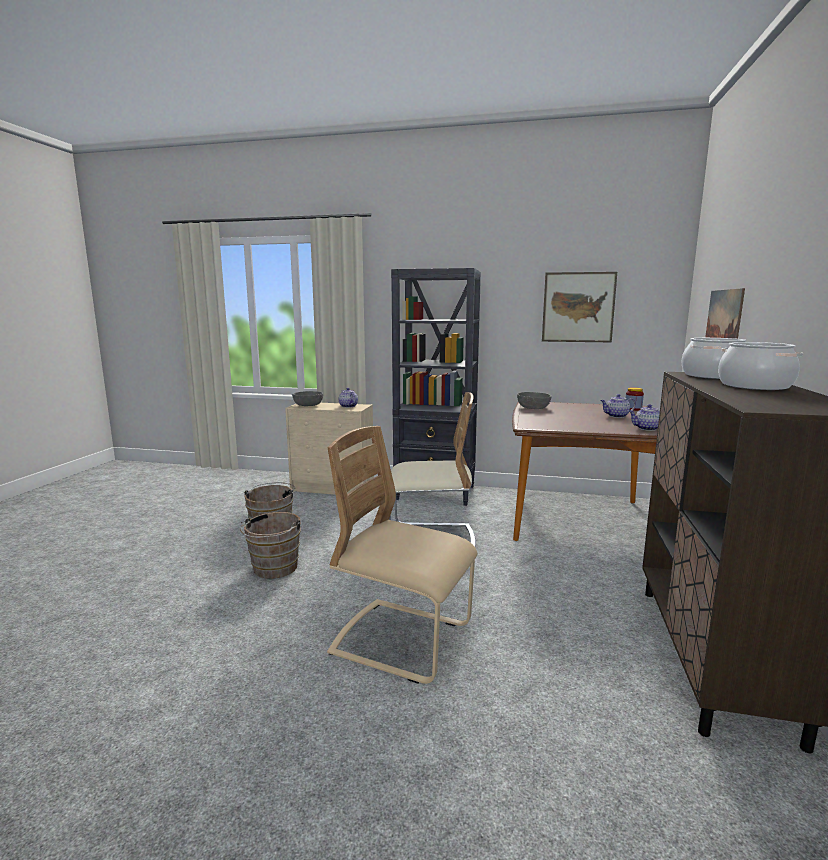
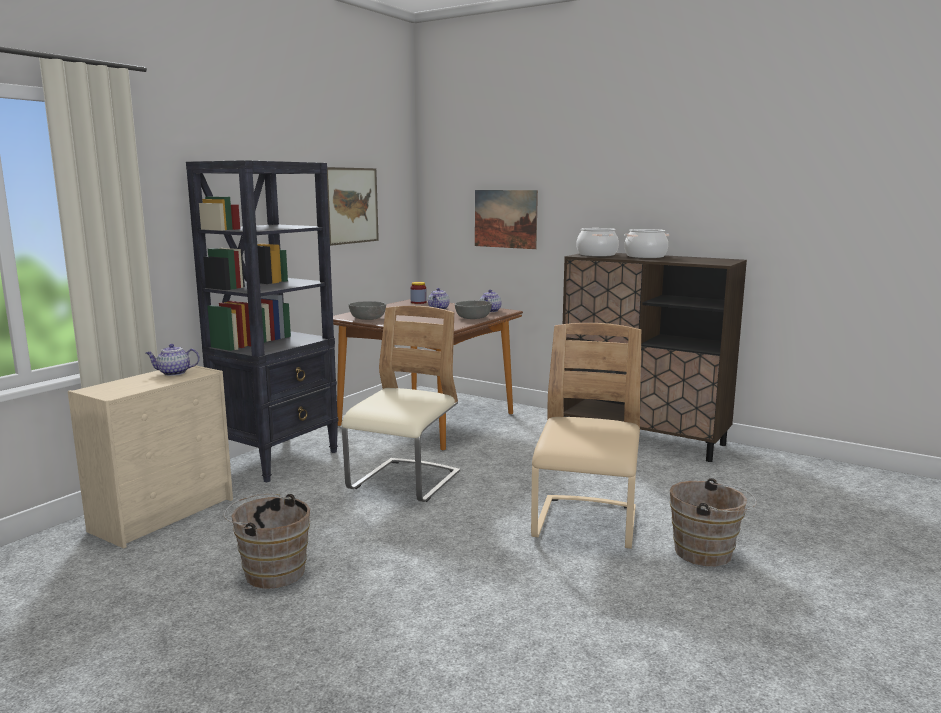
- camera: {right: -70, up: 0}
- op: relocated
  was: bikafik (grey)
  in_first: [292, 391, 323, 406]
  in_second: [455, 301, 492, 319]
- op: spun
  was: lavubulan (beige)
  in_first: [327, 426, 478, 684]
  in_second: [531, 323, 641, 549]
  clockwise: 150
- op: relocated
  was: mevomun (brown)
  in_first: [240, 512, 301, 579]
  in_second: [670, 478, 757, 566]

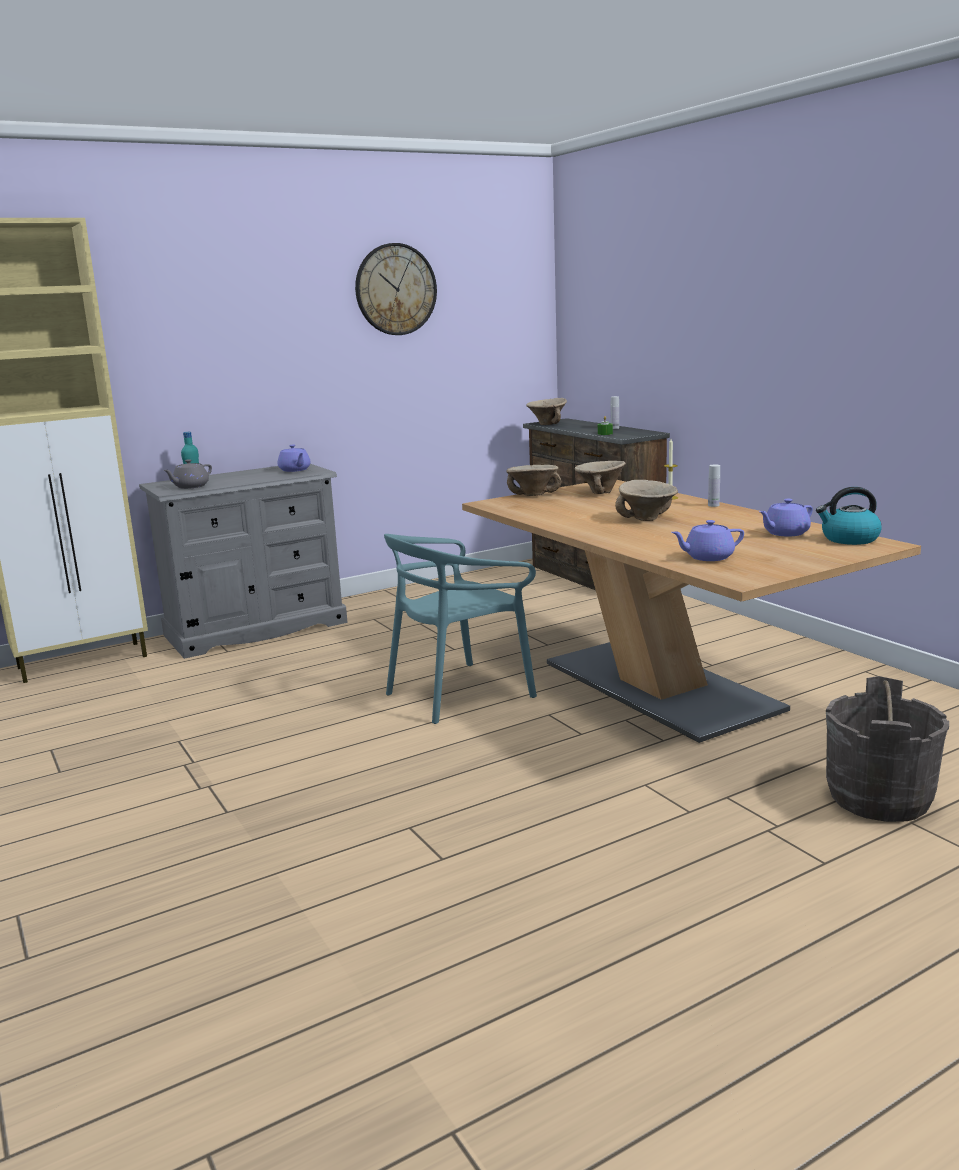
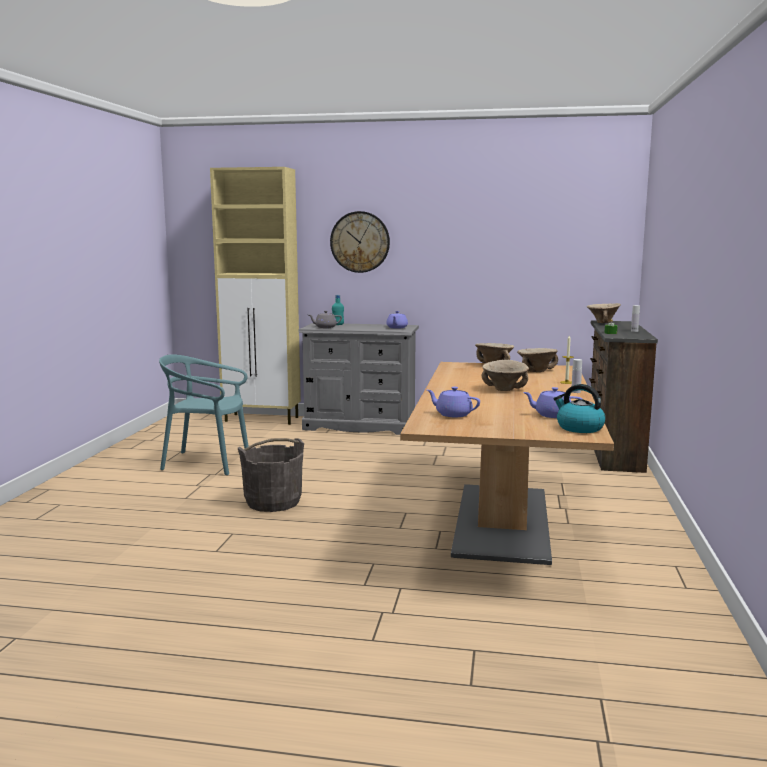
- camera: {right: 40, up: -5}
- op: relocated
  was: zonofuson
  in_first: [355, 243, 437, 335]
  in_second: [330, 211, 390, 273]
- op: relocated
  was: lavubulan (turquoise)
  in_first: [384, 534, 537, 724]
  in_second: [159, 354, 249, 475]
- op: relocated
  was: mevomun (grey)
  in_first: [826, 676, 949, 822]
  in_second: [238, 438, 304, 512]

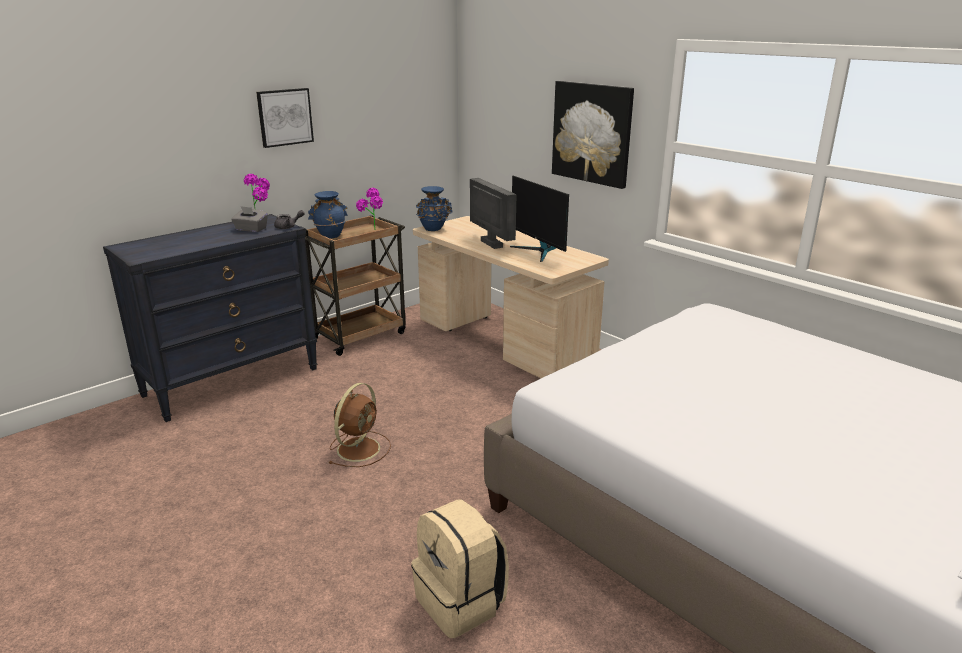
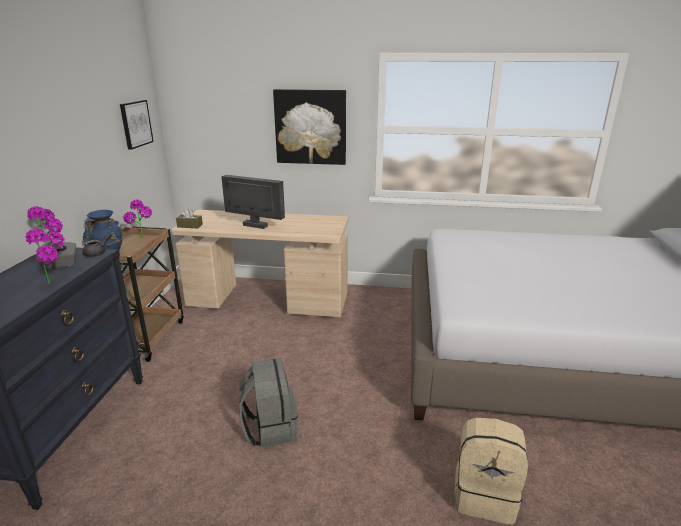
- camera: {right: -40, up: 0}
- op: relocated
  was: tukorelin
  in_first: [256, 88, 314, 148]
  in_second: [120, 100, 154, 150]
- op: missing
  was: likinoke
  in_first: [510, 176, 569, 262]
- op: exchanged
  was: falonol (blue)
  now: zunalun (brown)
  in_first: [416, 186, 453, 231]
  in_second: [176, 208, 203, 228]
- op: exchanged
  was: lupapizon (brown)
  now: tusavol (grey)
  in_first: [328, 383, 391, 467]
  in_second: [239, 358, 298, 448]
- op: appeared
  now: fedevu
  in_second: [25, 228, 65, 284]

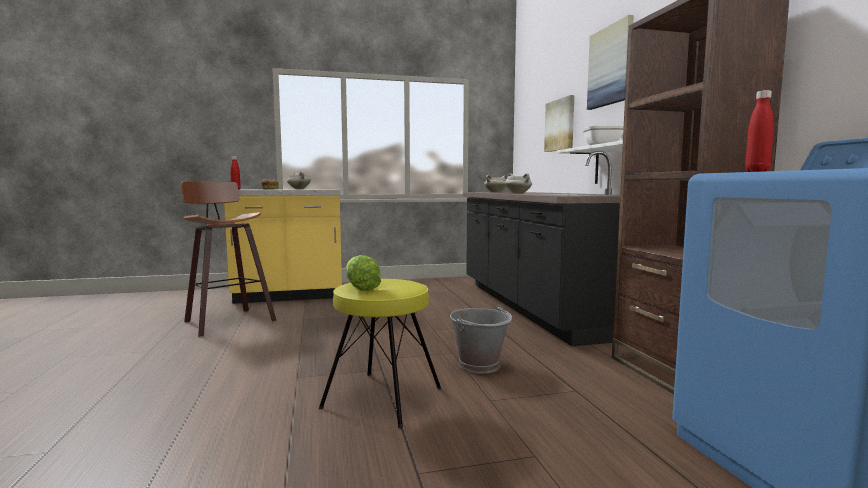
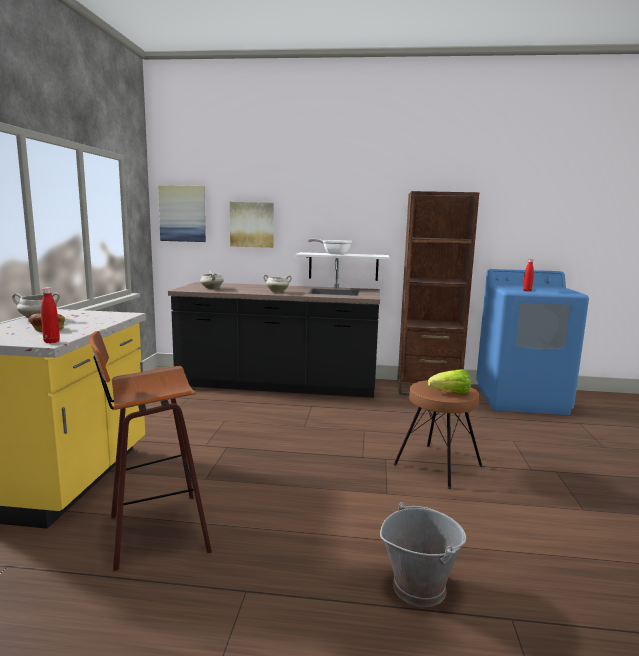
- camera: {right: -70, up: 5}
- op: relocated
  was: tukorelin
  in_first: [587, 15, 634, 110]
  in_second: [158, 185, 206, 242]
- op: colour
  was: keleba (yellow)
  now: keleba (brown)
  in_first: [319, 279, 441, 428]
  in_second: [393, 380, 483, 489]
- op: relocated
  was: mevomun (grey)
  in_first: [450, 304, 512, 374]
  in_second: [380, 502, 466, 607]

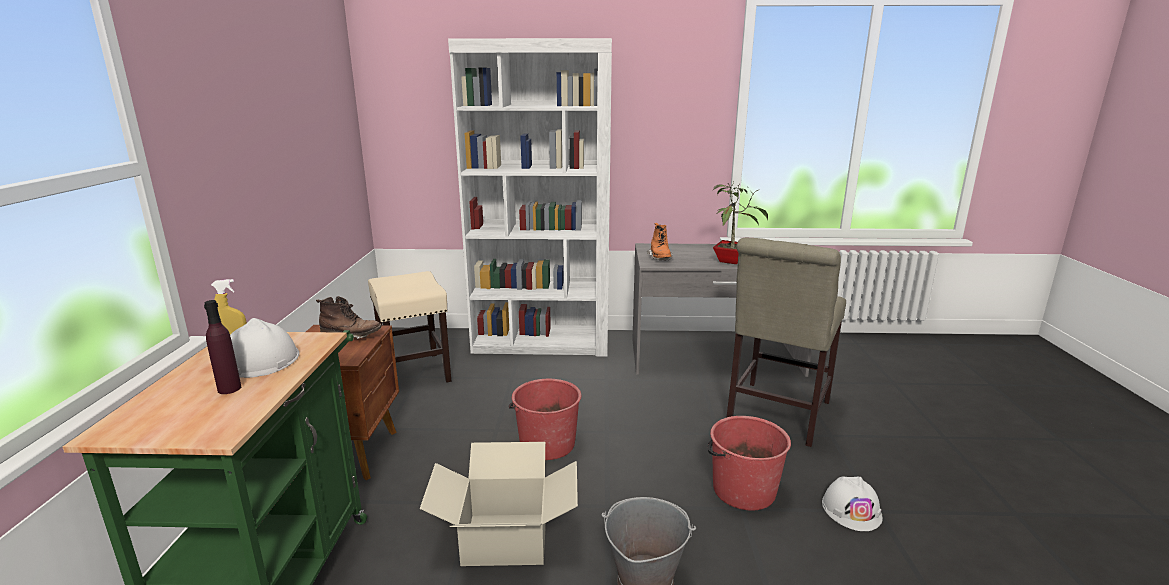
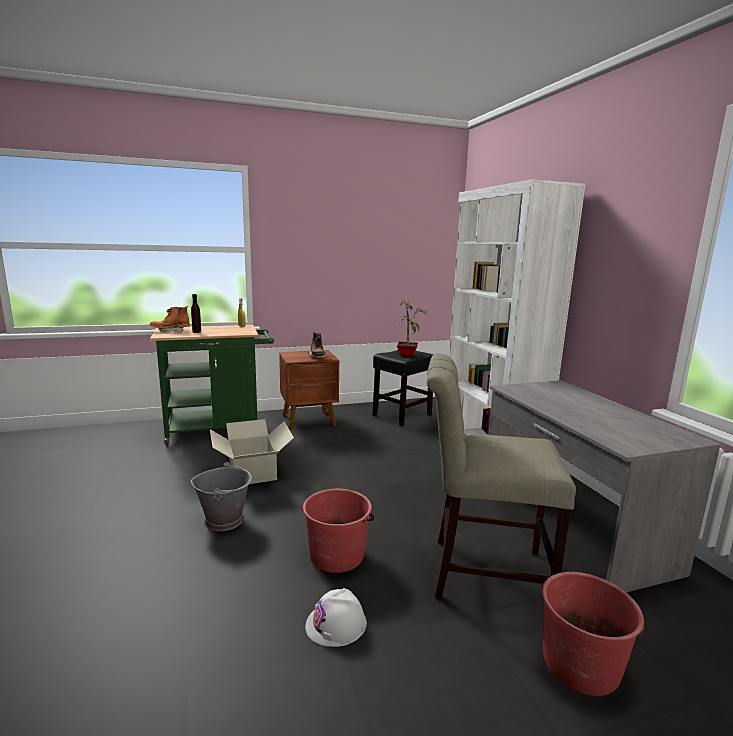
- camera: {right: 70, up: -5}
- op: relocated
  was: fedevu
  in_first: [712, 181, 768, 264]
  in_second: [393, 301, 427, 357]
- op: relocated
  was: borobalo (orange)
  in_first: [647, 223, 673, 260]
  in_second: [150, 306, 190, 332]
- op: colour
  was: keleba (beige)
  now: keleba (black)
  in_first: [368, 271, 451, 382]
  in_second: [372, 350, 434, 426]
- op: missing
  was: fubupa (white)
  in_first: [230, 318, 299, 378]
- op: relocated
  was: mevomun (red)
  in_first: [509, 379, 581, 460]
  in_second: [542, 572, 648, 696]

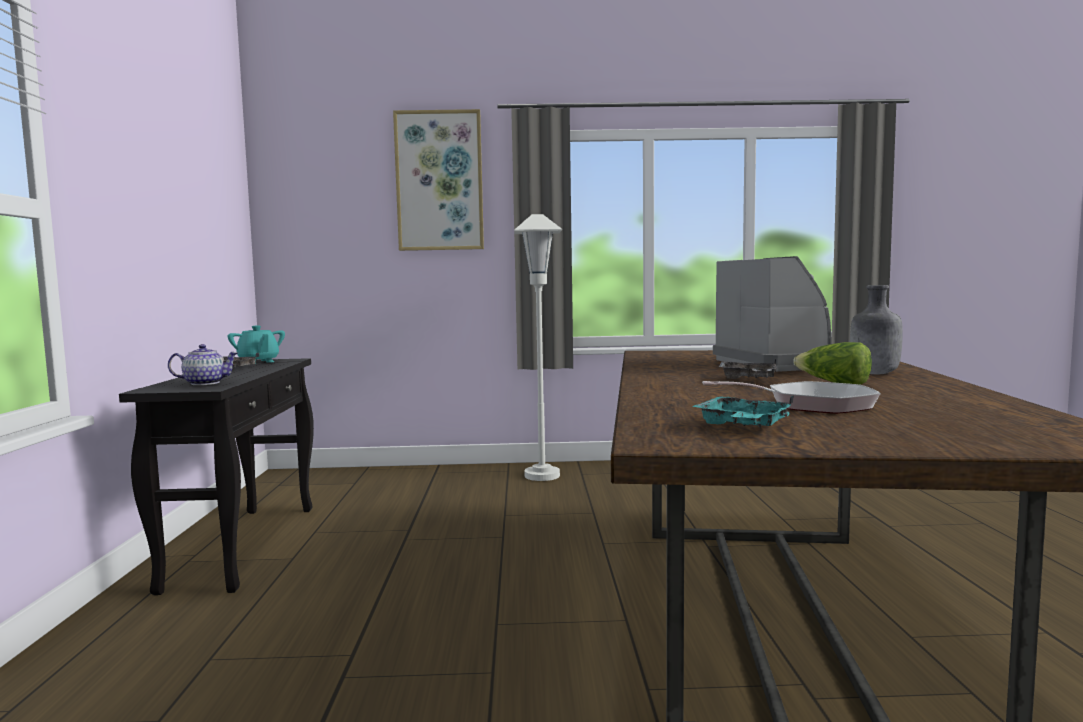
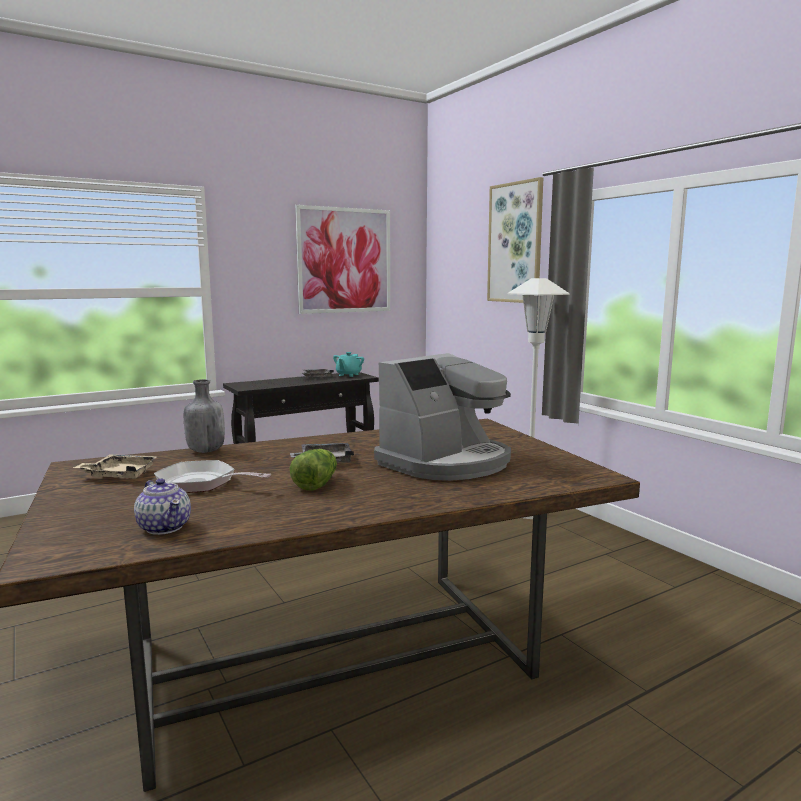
- camera: {right: 60, up: 5}
- op: relocated
  was: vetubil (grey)
  in_first: [850, 285, 903, 375]
  in_second: [184, 379, 225, 453]
- op: relocated
  was: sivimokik
  in_first: [168, 344, 238, 385]
  in_second: [134, 478, 191, 535]
- op: spun
  was: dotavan
  in_first: [702, 381, 880, 414]
  in_second: [154, 460, 271, 493]
  clockwise: 135
- op: colour
  was: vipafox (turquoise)
  now: vipafox (beige)
  in_first: [692, 395, 795, 427]
  in_second: [73, 454, 158, 478]
- op: appeared
  now: tukorelin
  in_second: [295, 205, 390, 314]

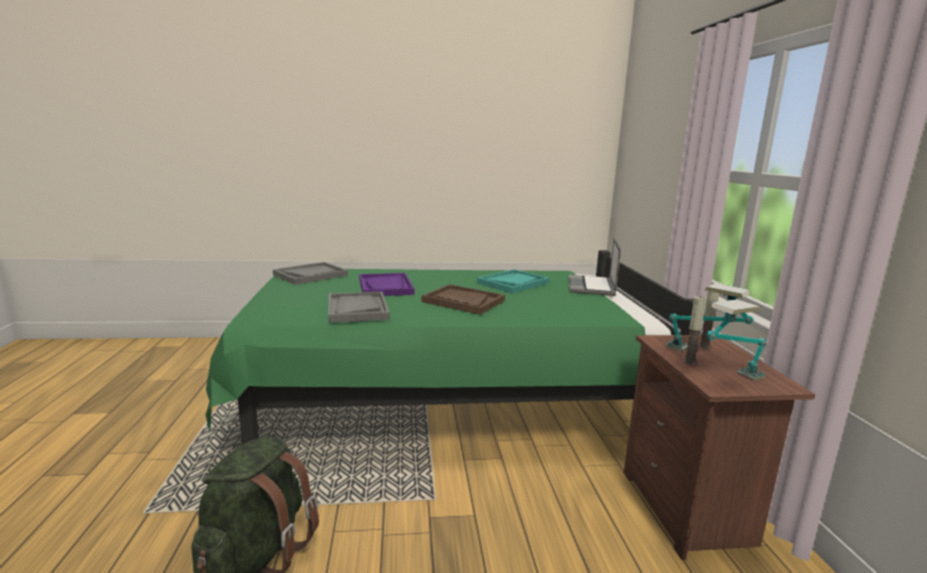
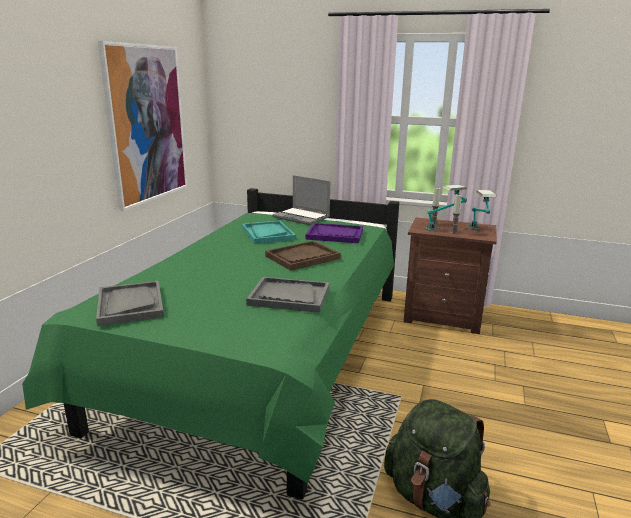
- camera: {right: -65, up: 5}
- op: relocated
  was: vipafox (purple)
  in_first: [359, 273, 414, 296]
  in_second: [306, 223, 363, 243]
- op: appeared
  now: tukorelin
  in_second: [98, 41, 187, 211]

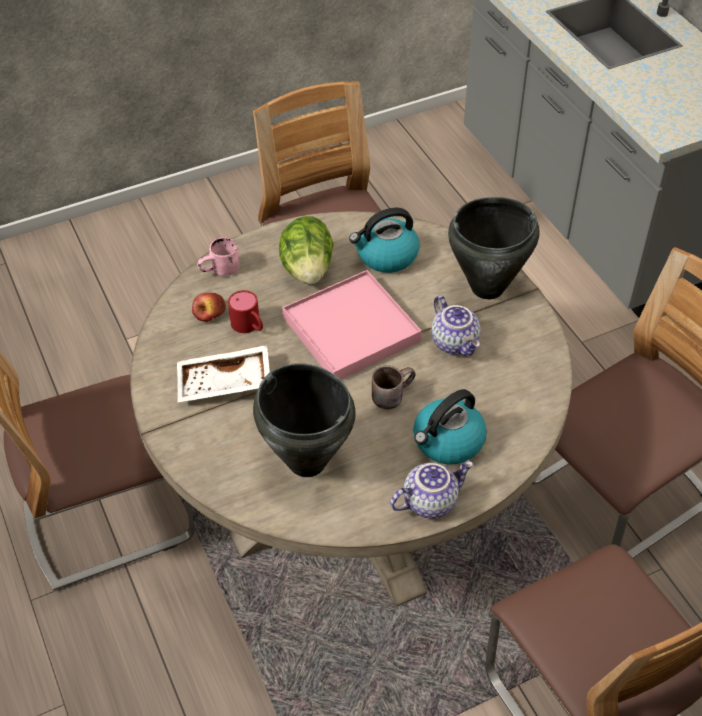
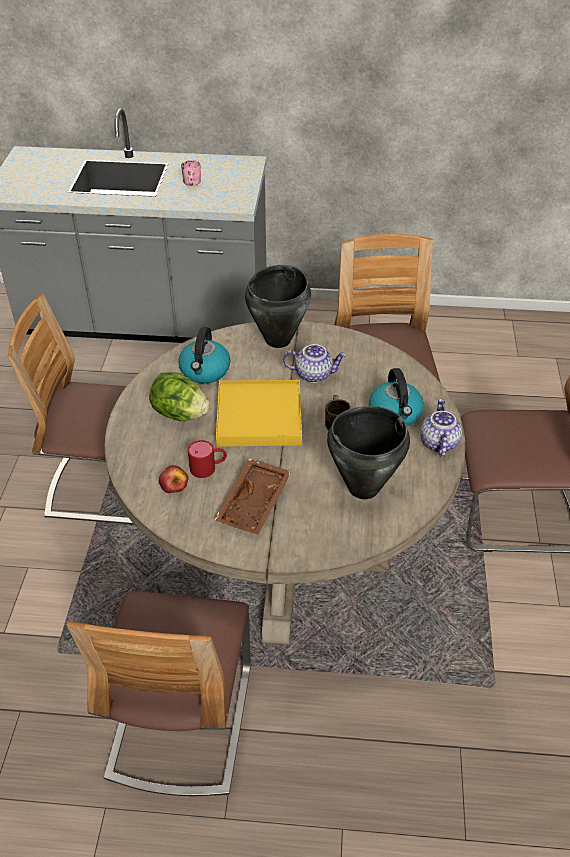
- camera: {right: -60, up: -5}
- op: relocated
  was: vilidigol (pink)
  in_first: [197, 237, 240, 276]
  in_second: [181, 160, 201, 186]
- op: colour
  was: vipafox (pink)
  now: vipafox (yellow)
  in_first: [282, 270, 422, 380]
  in_second: [216, 380, 302, 447]
- op: colour
  was: vipafox (white)
  now: vipafox (brown)
  in_first: [177, 345, 270, 402]
  in_second: [214, 458, 292, 534]

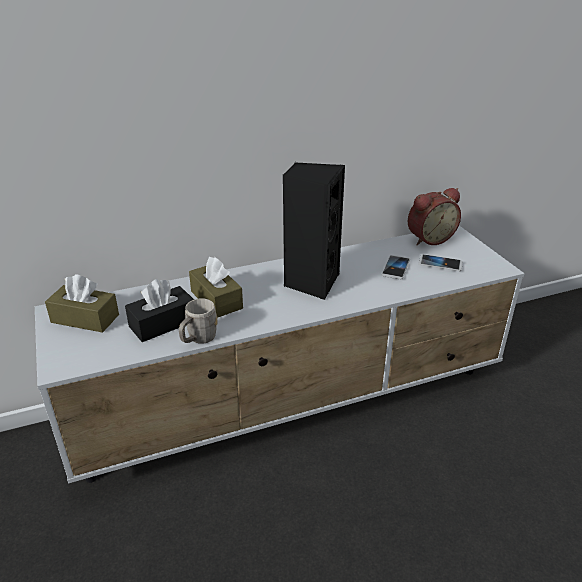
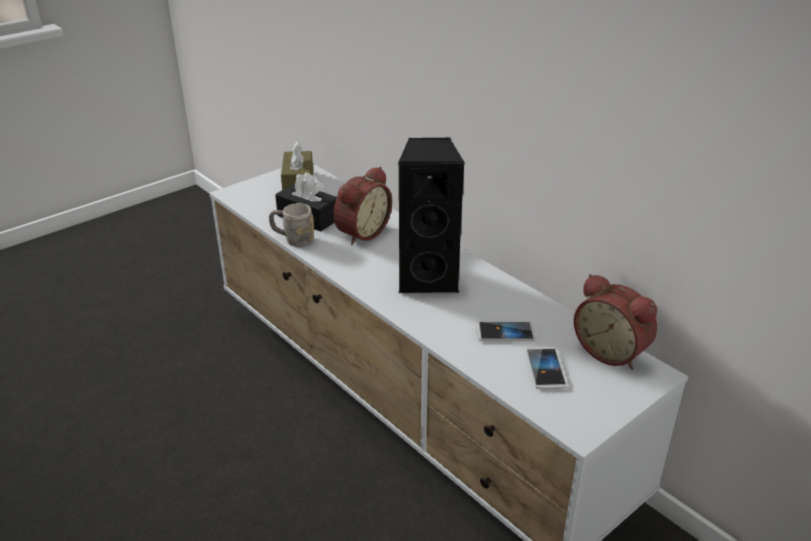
- camera: {right: 70, up: 0}
- op: exchanged
  was: zunalun (brown)
  now: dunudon
  in_first: [189, 257, 243, 318]
  in_second: [333, 166, 392, 245]

